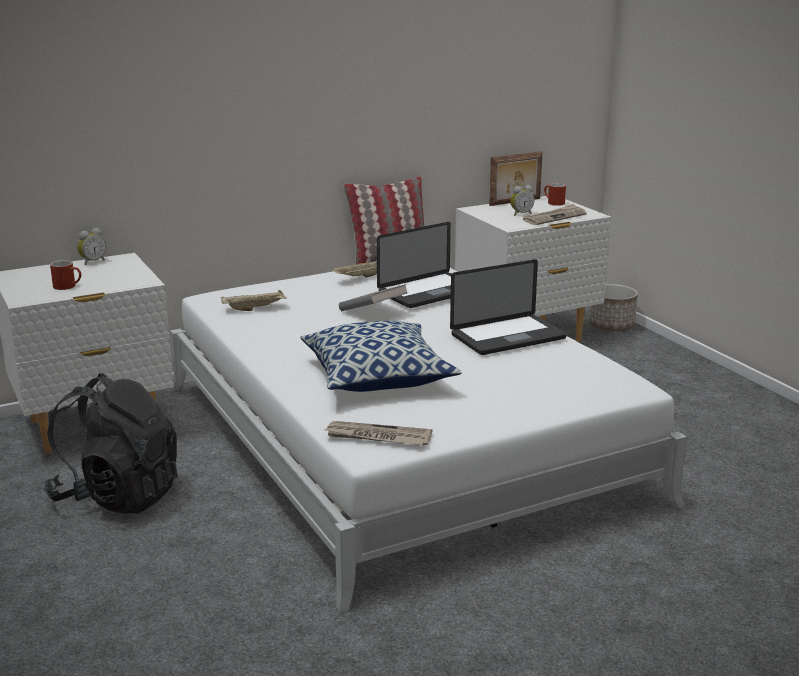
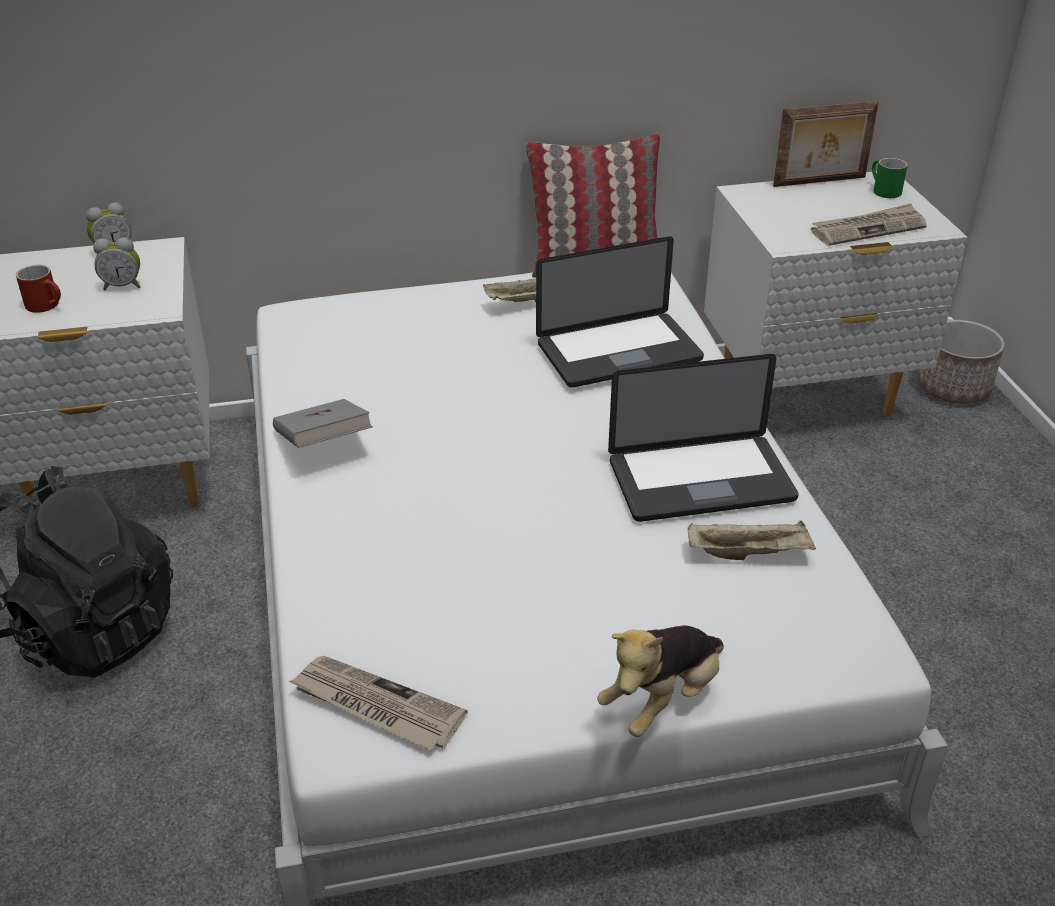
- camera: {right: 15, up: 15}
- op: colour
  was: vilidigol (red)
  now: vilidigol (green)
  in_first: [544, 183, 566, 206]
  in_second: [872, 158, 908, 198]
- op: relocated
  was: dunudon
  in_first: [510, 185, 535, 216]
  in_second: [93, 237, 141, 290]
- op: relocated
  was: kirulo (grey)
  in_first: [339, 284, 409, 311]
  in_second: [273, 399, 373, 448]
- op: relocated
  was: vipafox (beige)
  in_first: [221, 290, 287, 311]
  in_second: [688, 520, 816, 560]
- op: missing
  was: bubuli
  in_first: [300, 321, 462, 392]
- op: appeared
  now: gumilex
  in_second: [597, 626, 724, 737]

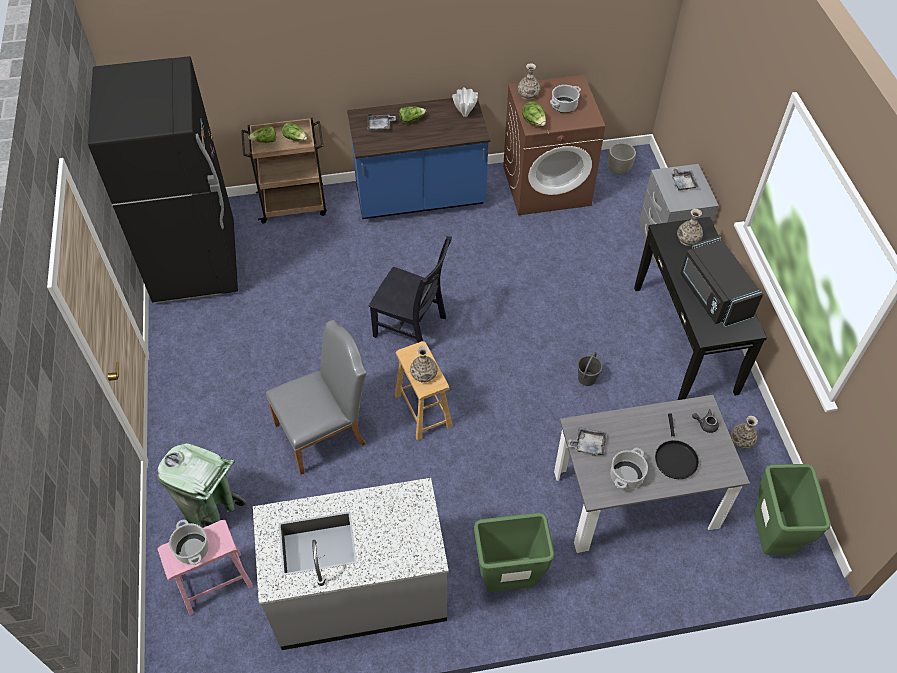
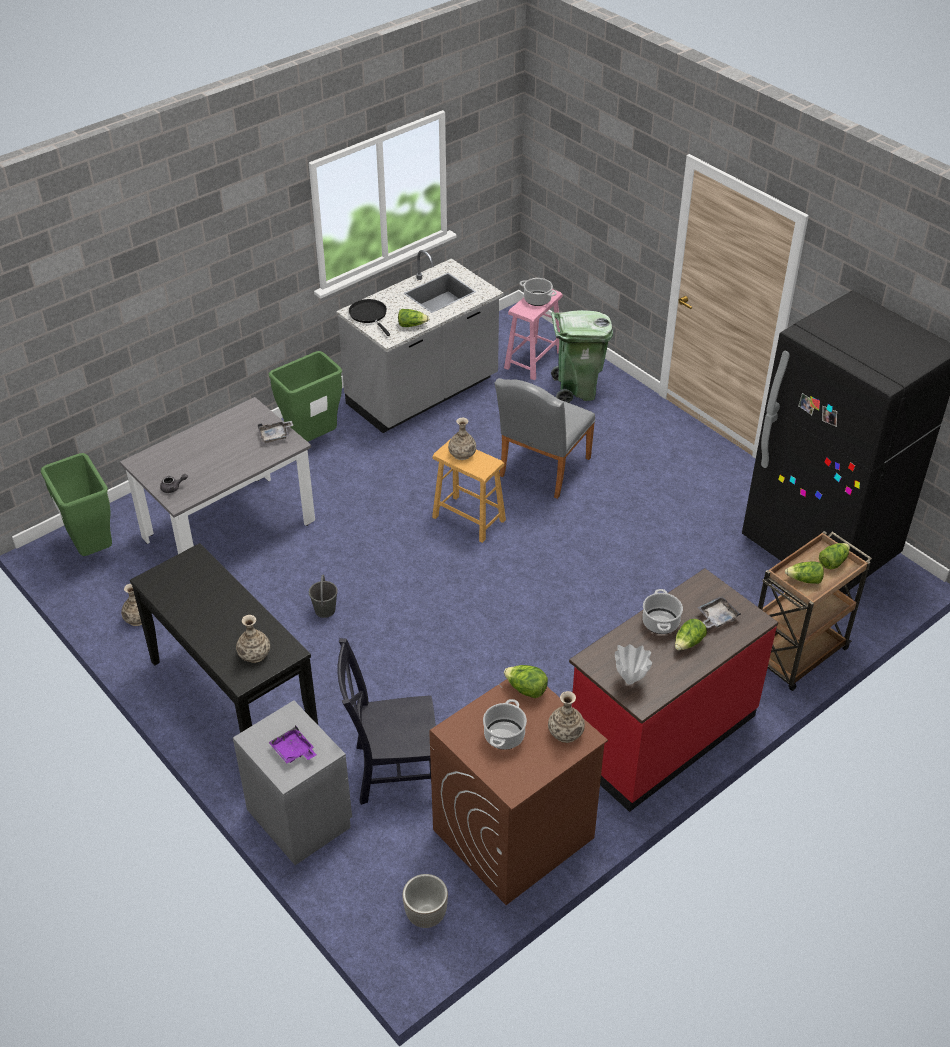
- camera: {right: 150, up: -10}
- op: colour
  was: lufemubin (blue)
  now: lufemubin (red)
  in_first: [347, 98, 490, 219]
  in_second: [569, 568, 778, 812]
- op: colour
  was: vipafox (grey)
  now: vipafox (purple)
  in_first: [671, 168, 699, 191]
  in_second: [268, 725, 316, 763]
- op: relocated
  was: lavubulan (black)
  in_first: [369, 236, 452, 343]
  in_second: [337, 638, 436, 805]
- op: missing
  was: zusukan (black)
  in_first: [680, 236, 763, 327]
- op: relocated
  was: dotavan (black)
  in_first: [655, 413, 699, 479]
  in_second: [349, 299, 390, 336]
- op: relocated
  was: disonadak
  in_first: [610, 448, 648, 489]
  in_second: [642, 589, 683, 634]
- op: appeared
  now: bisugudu
  in_second: [398, 309, 429, 327]

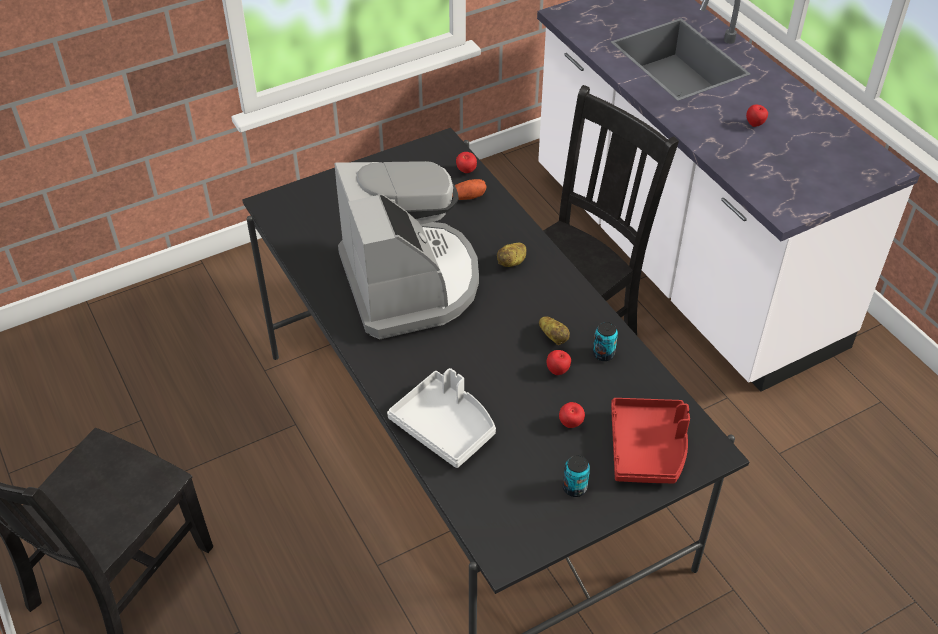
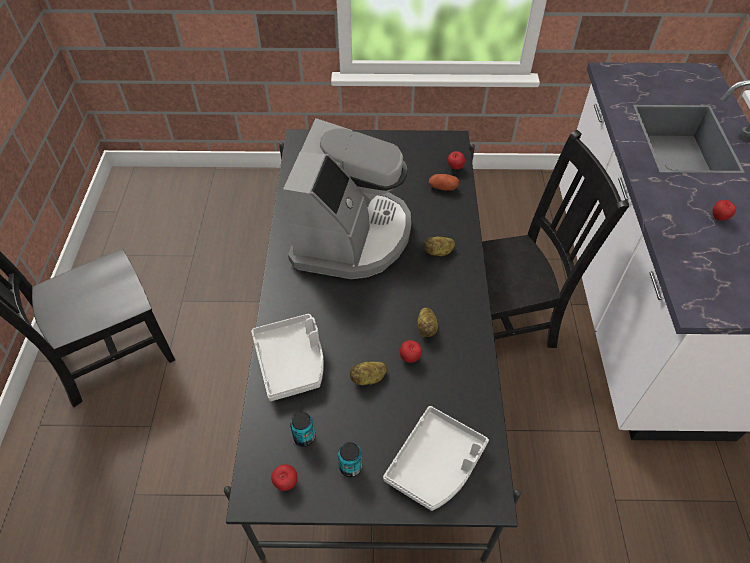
- camera: {right: 30, up: 5}
- op: relocated
  was: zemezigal
  in_first: [593, 322, 618, 361]
  in_second: [290, 412, 315, 447]
- op: colour
  was: vipafox (red)
  now: vipafox (grey)
  in_first: [611, 398, 690, 483]
  in_second: [383, 406, 489, 511]
- op: relocated
  was: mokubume
  in_first: [559, 402, 585, 428]
  in_second: [271, 464, 298, 491]
- op: appeared
  now: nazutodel
  in_second: [350, 361, 387, 386]

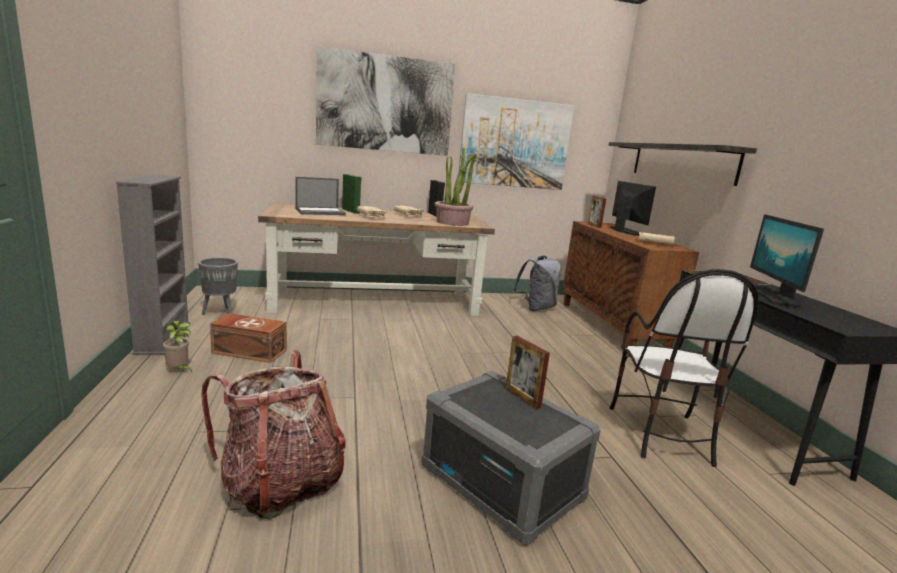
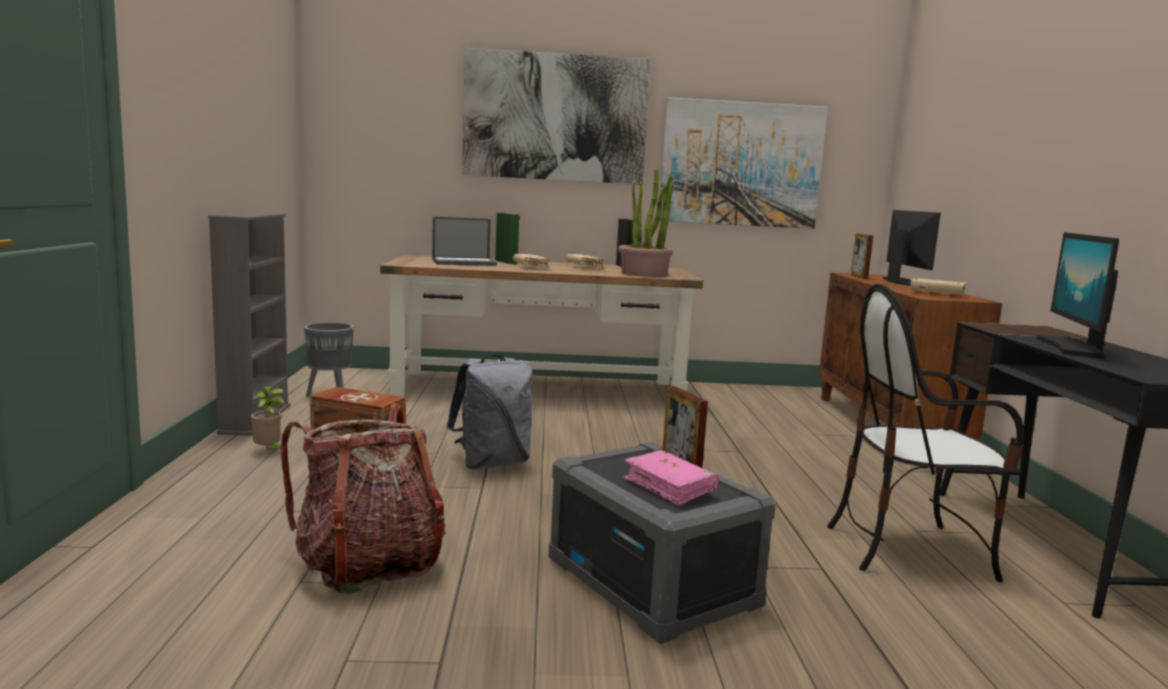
- camera: {right: 10, up: -5}
- op: missing
  was: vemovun
  in_first: [608, 142, 757, 186]
- op: relocated
  was: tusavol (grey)
  in_first: [513, 256, 561, 311]
  in_second: [446, 355, 533, 470]
- op: spun
  was: lavubulan
  in_first: [610, 269, 759, 467]
  in_second: [827, 284, 1024, 582]
  clockwise: 75
- op: appeared
  now: kirulo (pink)
  in_second: [624, 450, 718, 506]

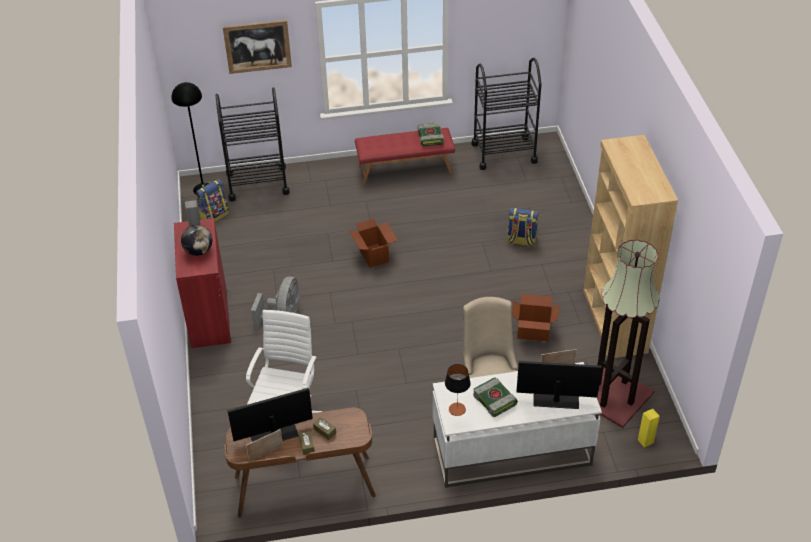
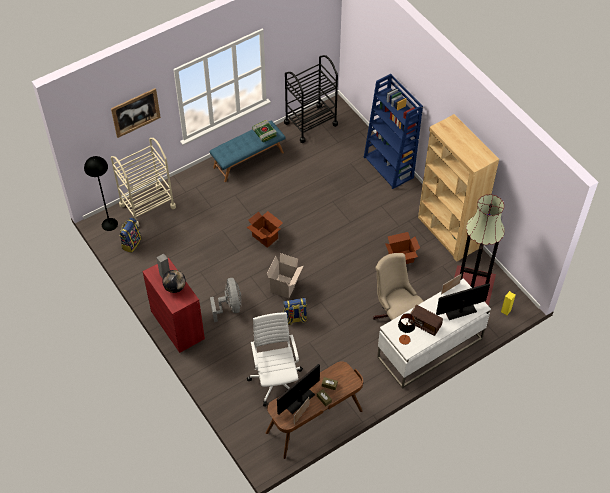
- camera: {right: -25, up: 10}
- op: colour
  was: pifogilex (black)
  now: pifogilex (beige)
  in_first: [216, 87, 290, 202]
  in_second: [111, 138, 176, 227]
- op: colour
  was: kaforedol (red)
  now: kaforedol (blue)
  in_first: [355, 128, 455, 185]
  in_second: [210, 121, 285, 182]
- op: relocated
  was: tusavol
  in_first: [507, 208, 539, 247]
  in_second: [283, 298, 307, 325]
- op: exchanged
  was: kirulo
  now: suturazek
  in_first: [473, 378, 518, 417]
  in_second: [408, 305, 443, 336]
- op: appeared
  now: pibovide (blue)
  in_second: [364, 74, 423, 189]
- op: appeared
  now: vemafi
  in_second: [267, 253, 303, 298]

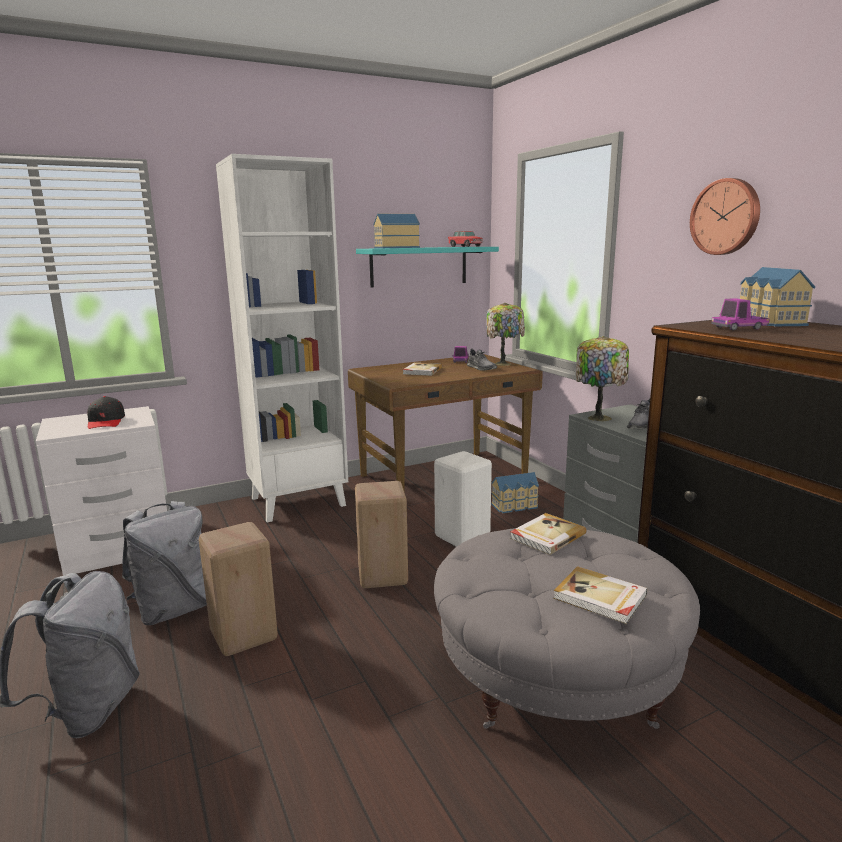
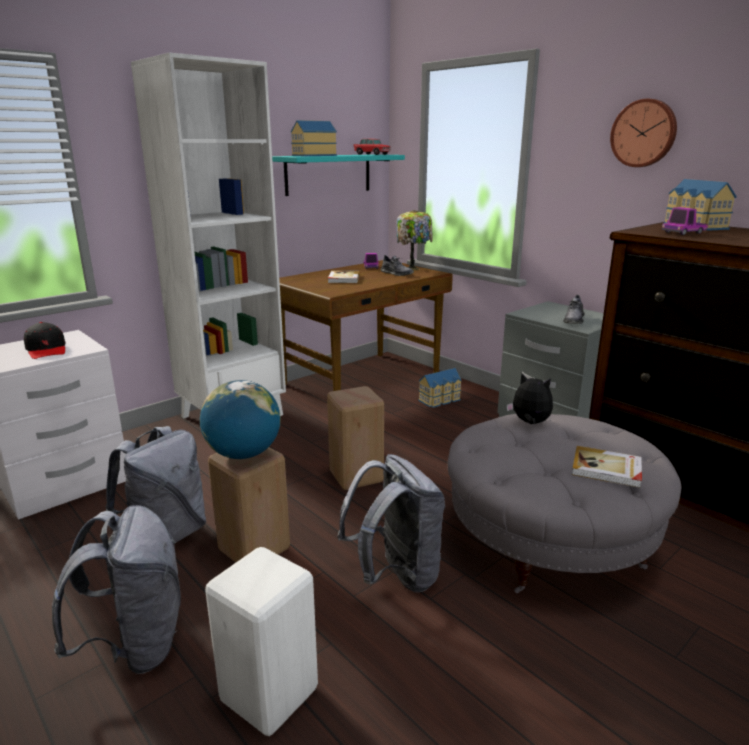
- camera: {right: -15, up: 5}
- op: missing
  was: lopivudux
  in_first: [576, 336, 629, 422]
- op: relocated
  was: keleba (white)
  in_first: [434, 451, 492, 547]
  in_second: [205, 547, 318, 736]
- op: exchanged
  was: kirulo
  now: gumilex
  in_first: [510, 513, 587, 555]
  in_second: [506, 373, 553, 424]
- op: appeared
  now: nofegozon
  in_second: [200, 380, 280, 459]
- op: appeared
  now: tusavol (grey)
  in_second: [337, 454, 445, 593]

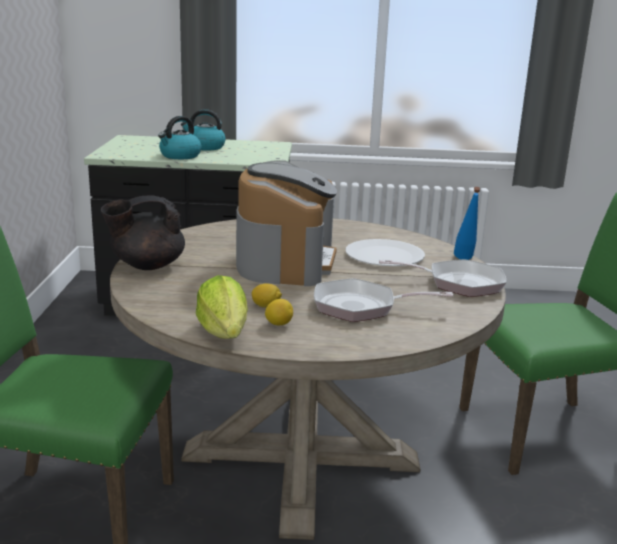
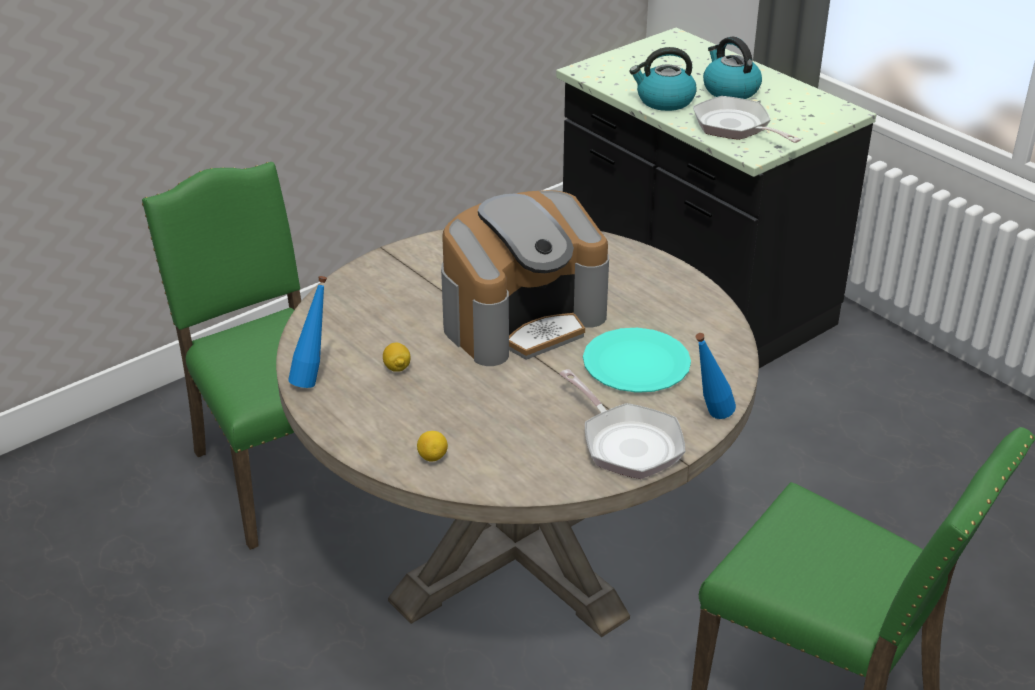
- camera: {right: 50, up: 15}
- op: missing
  was: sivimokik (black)
  in_first: [101, 195, 185, 270]
- op: colour
  was: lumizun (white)
  now: lumizun (turquoise)
  in_first: [346, 239, 425, 266]
  in_second: [583, 328, 691, 393]
- op: exchanged
  was: bisugudu
  now: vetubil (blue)
  in_first: [196, 275, 248, 339]
  in_second: [288, 276, 327, 388]
- op: relocated
  was: dotavan
  in_first: [314, 278, 453, 322]
  in_second: [693, 96, 801, 143]
- op: relocated
  was: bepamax
  in_first: [265, 299, 293, 325]
  in_second: [417, 431, 448, 462]

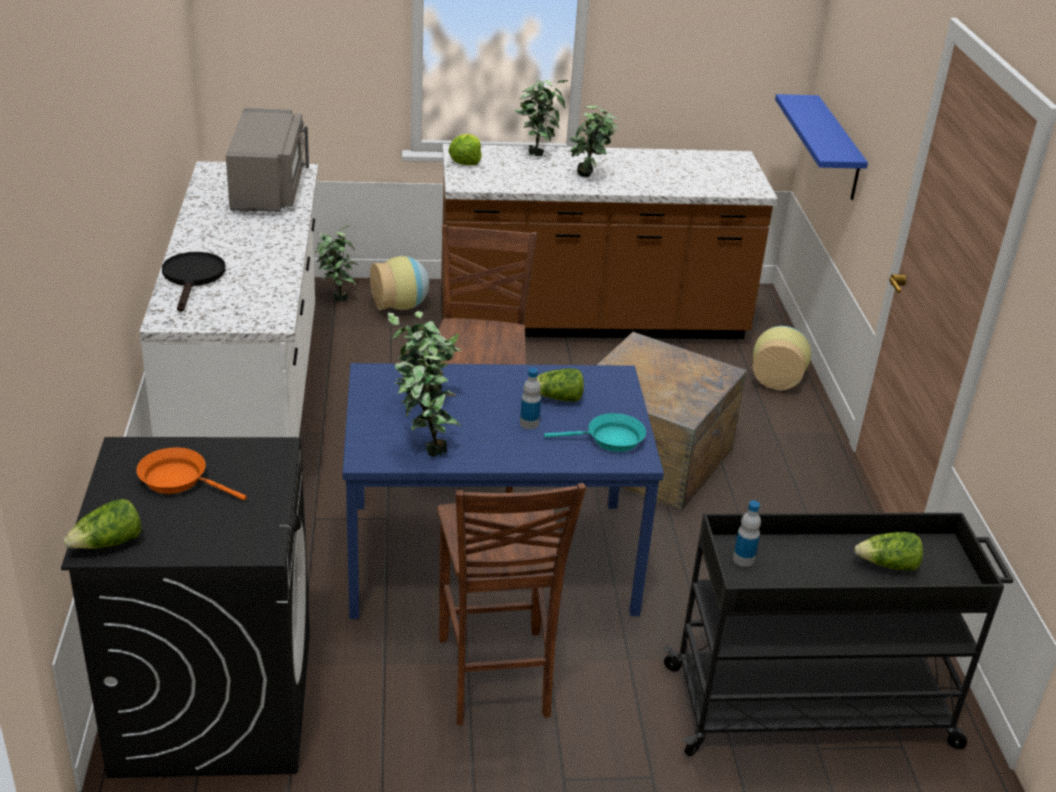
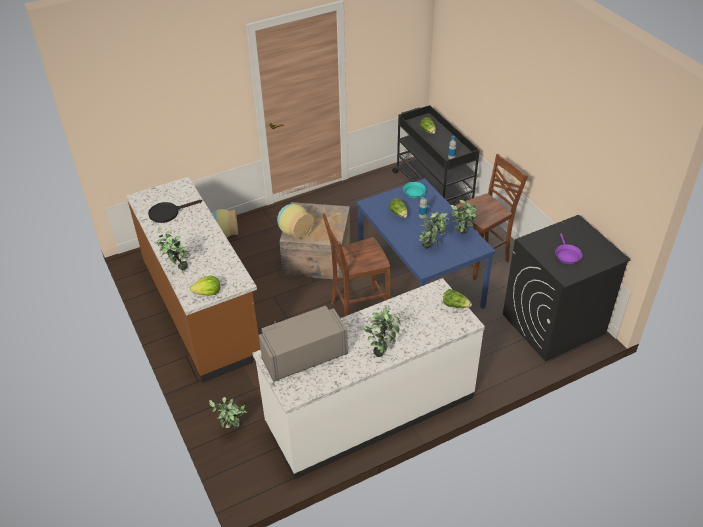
- camera: {right: -110, up: 10}
- op: missing
  was: vemovun (blue)
  in_first: [775, 94, 868, 200]
- op: relocated
  was: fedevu
  in_first: [569, 105, 618, 177]
  in_second: [363, 305, 403, 357]
- op: relocated
  was: dotavan (black)
  in_first: [162, 252, 225, 312]
  in_second: [148, 200, 202, 223]
- op: relocated
  was: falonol
  in_first: [370, 256, 429, 310]
  in_second: [277, 204, 314, 239]
- op: colour
  was: dotavan (orange)
  now: dotavan (purple)
  in_first: [137, 447, 247, 500]
  in_second: [555, 233, 583, 264]
- op: relocated
  was: bisugudu
  in_first: [64, 499, 141, 549]
  in_second: [443, 289, 472, 308]

